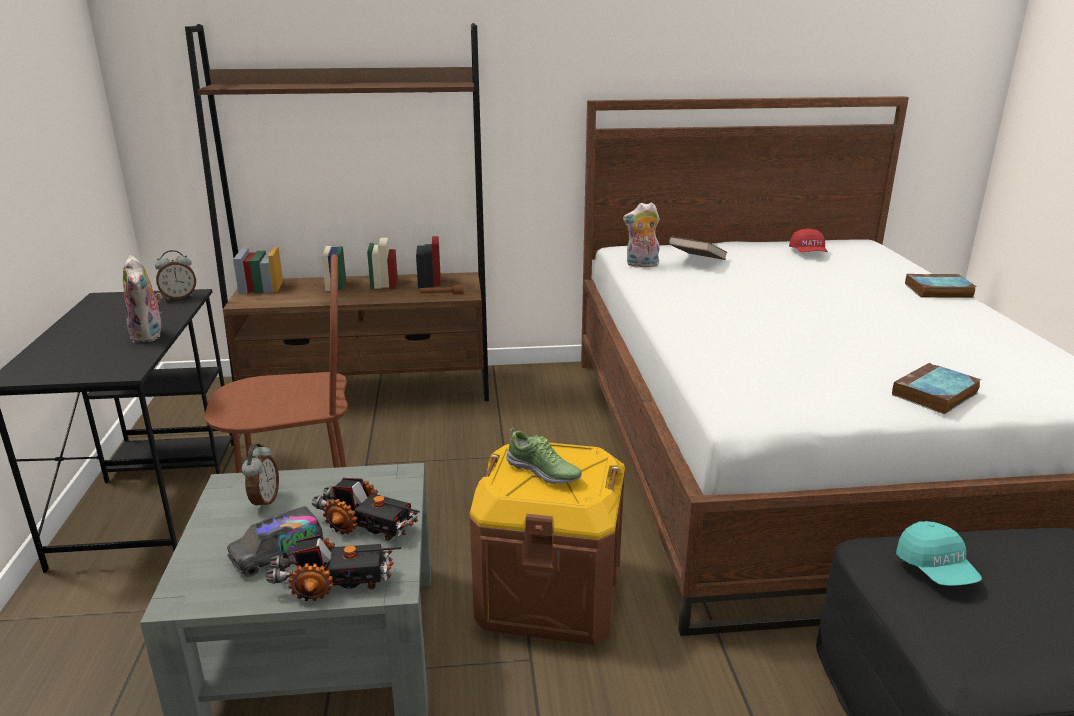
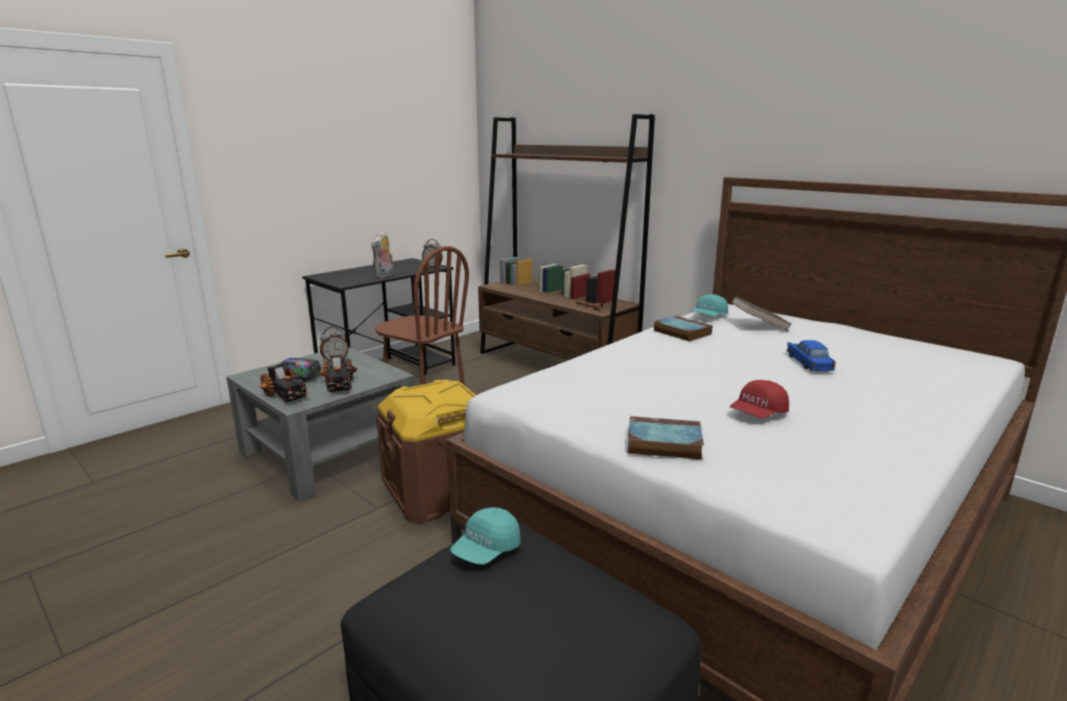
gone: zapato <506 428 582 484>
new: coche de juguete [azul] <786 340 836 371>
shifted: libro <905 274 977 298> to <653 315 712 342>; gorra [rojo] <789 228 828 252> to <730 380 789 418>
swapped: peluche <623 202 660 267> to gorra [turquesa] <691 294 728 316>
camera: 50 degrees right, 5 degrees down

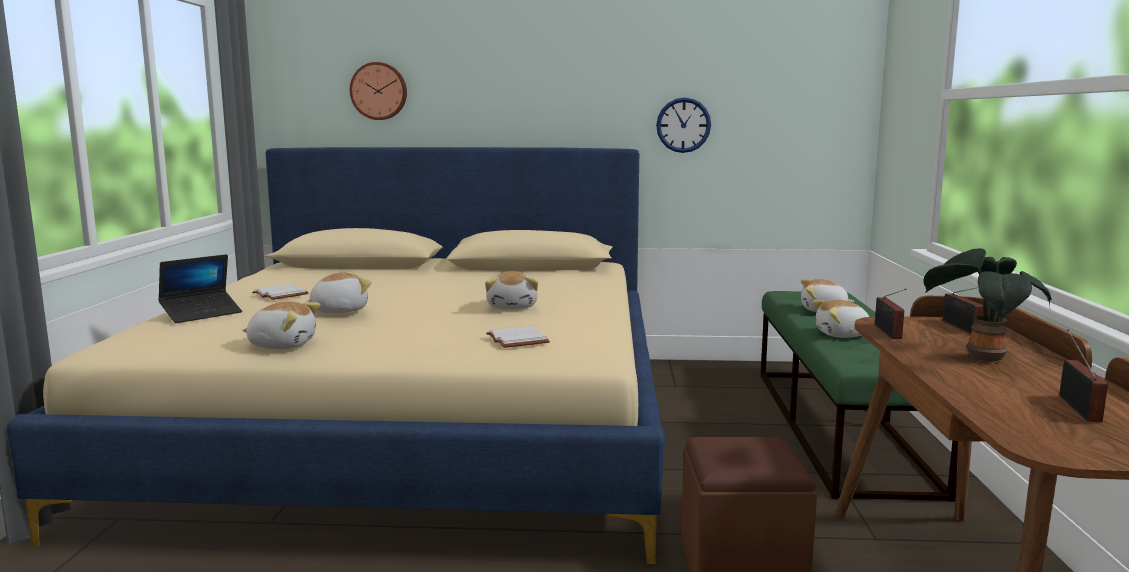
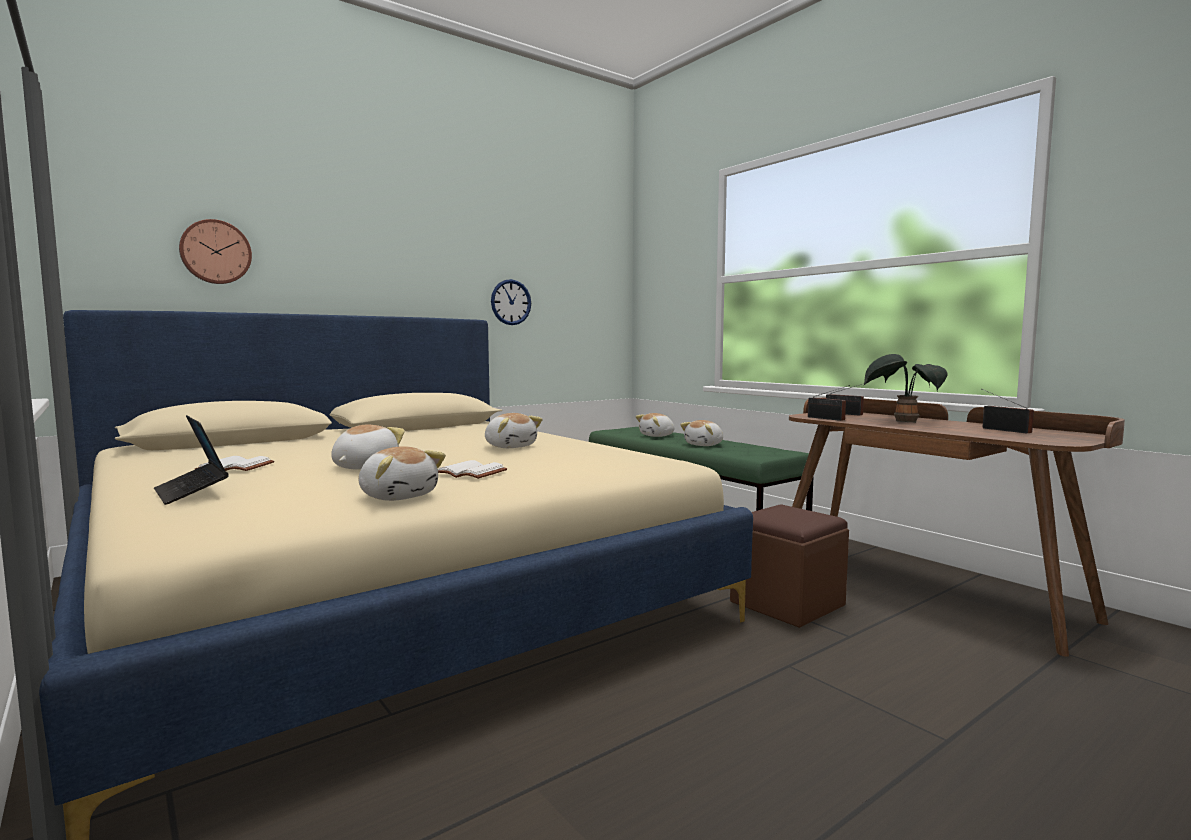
shifted: libro [blanco] <486 326 550 348> to <438 460 507 479>
rotated: portátil <158 254 242 323> = <154 415 229 505> 135 degrees clockwise; peluche <242 302 320 349> = <359 446 446 501> 75 degrees clockwise
camera: 40 degrees left, 5 degrees down

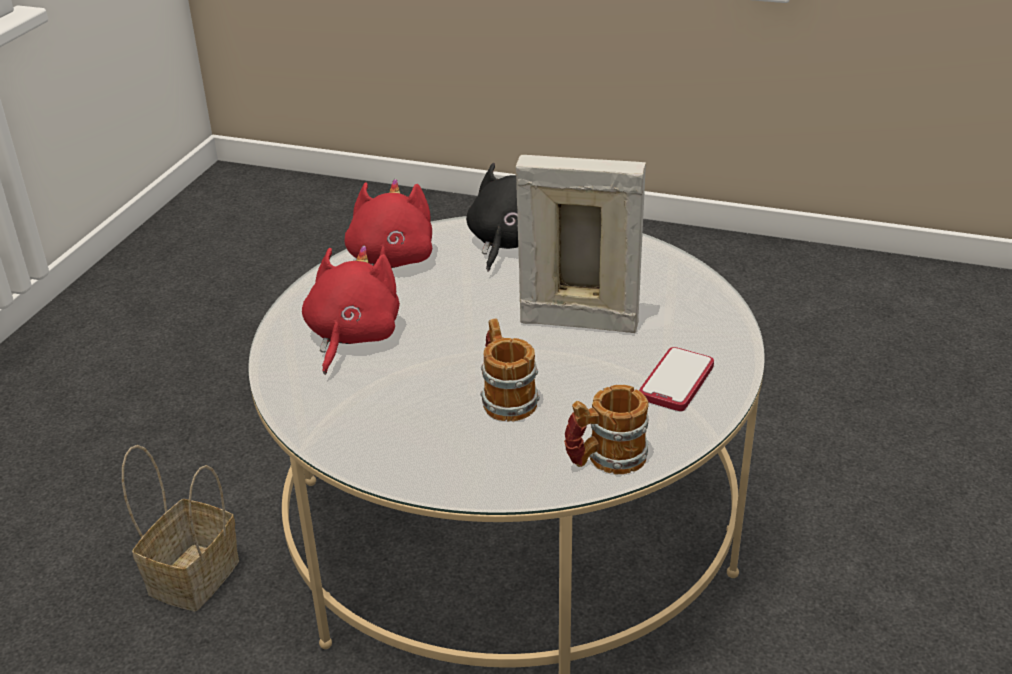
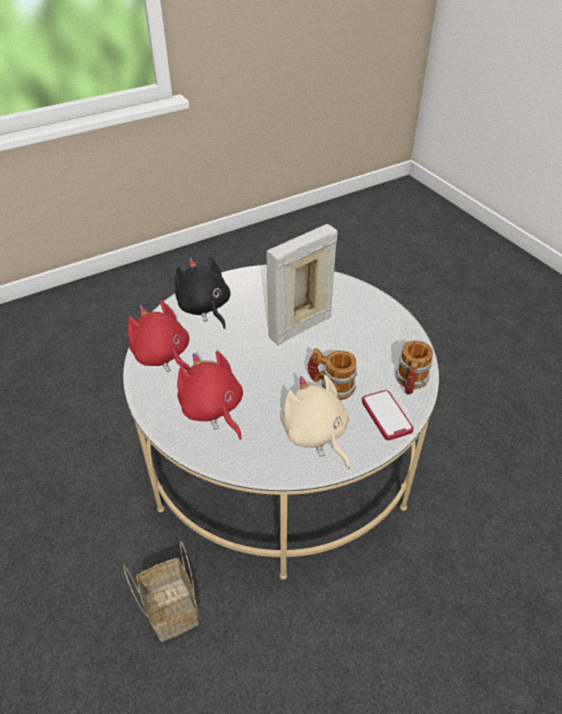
new: peluche [beis] <282 375 350 469>
shifted: móvil <639 347 714 411> to <362 390 414 440>
camera: 50 degrees left, 10 degrees up

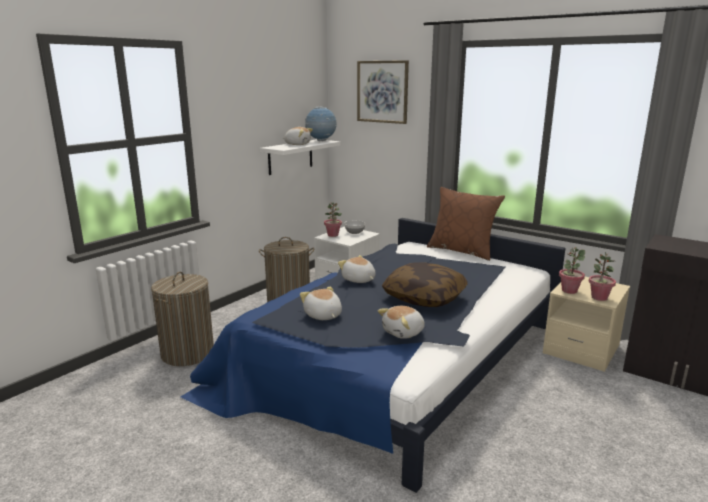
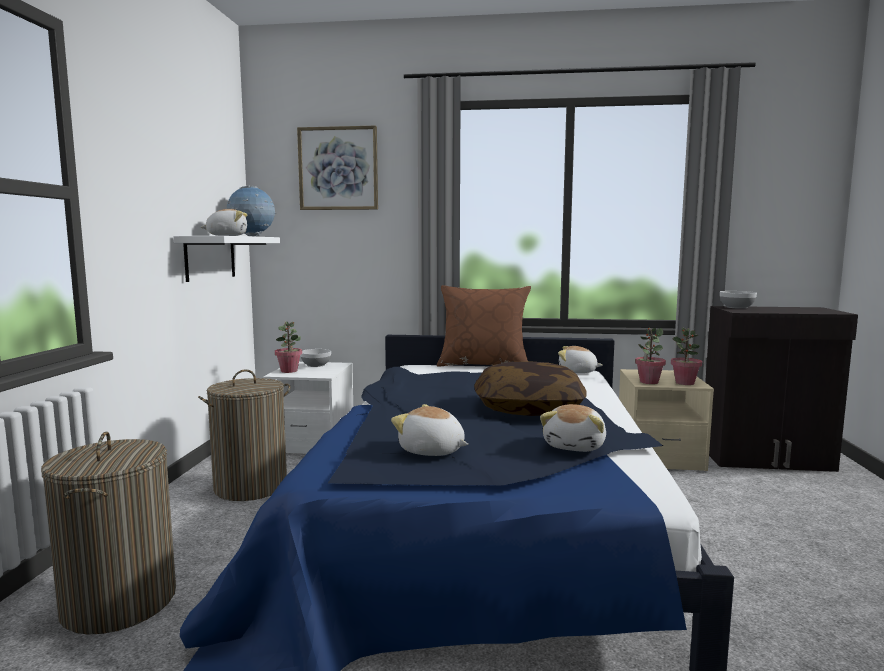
new: cuenco <720 291 757 309>
shifted: peluche <338 255 376 283> to <558 346 603 373>
camera: 30 degrees left, 10 degrees down

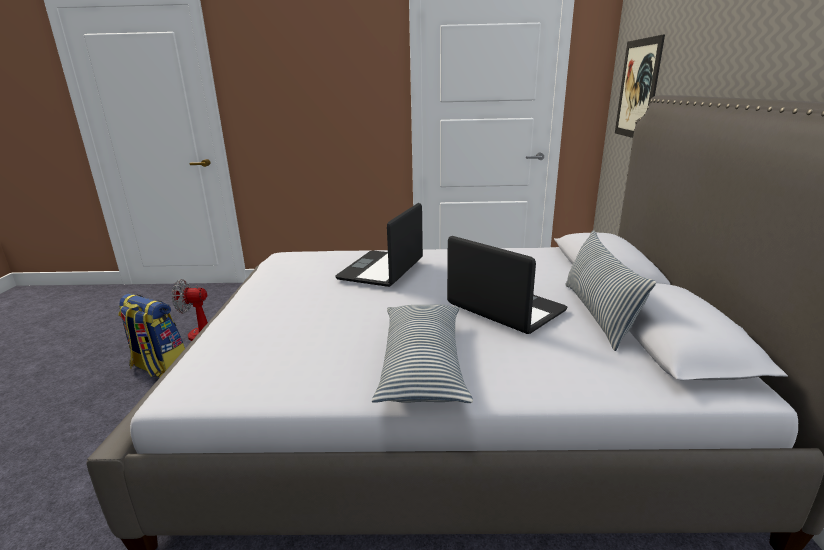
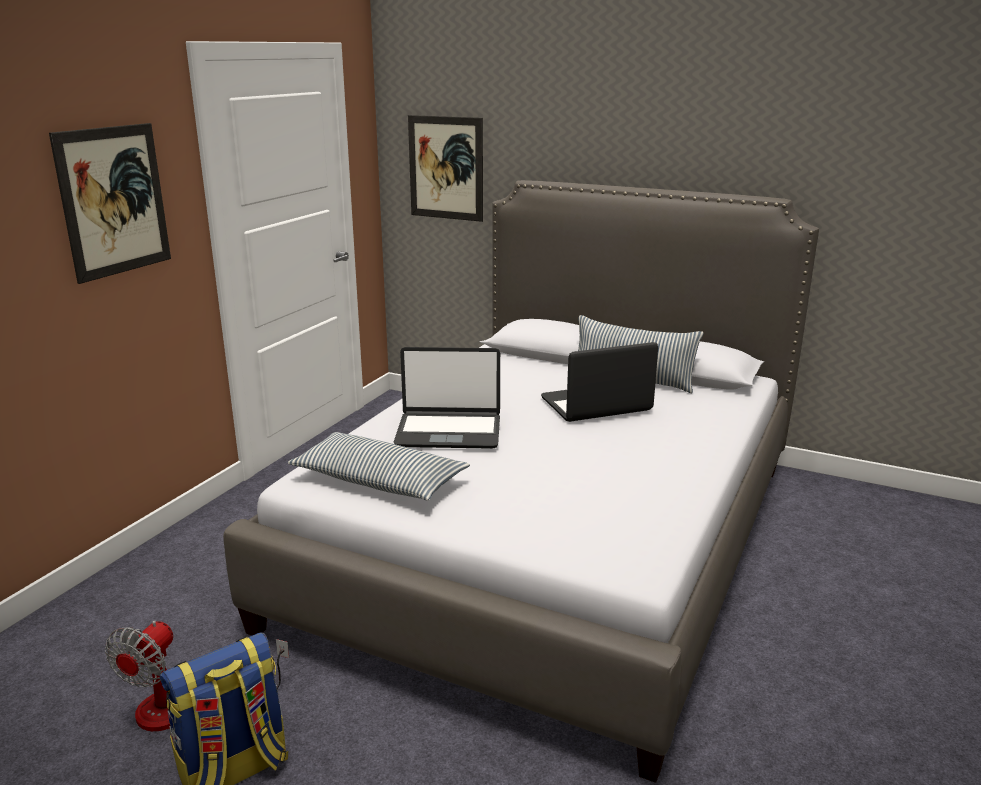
new: cuadro <49 123 171 284>
shifted: cojín <372 304 473 403> to <288 432 470 500>
rotated: portátil <335 203 423 287> = <394 347 500 449> 45 degrees counterclockwise
camera: 65 degrees left, 0 degrees up

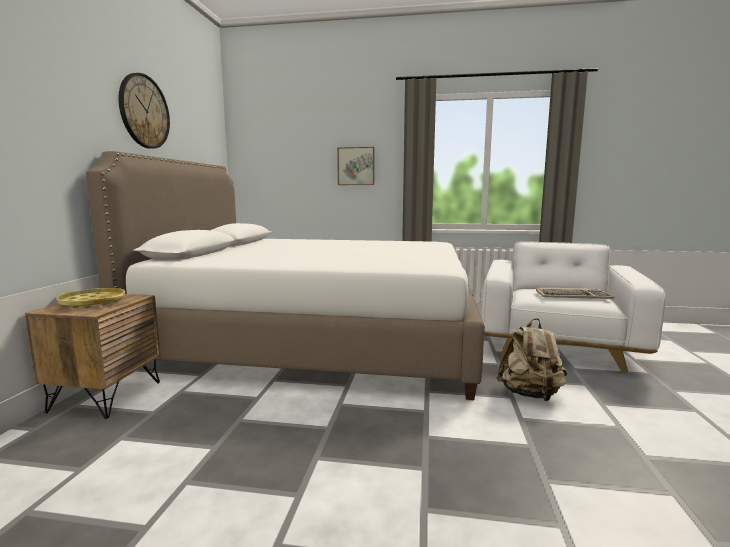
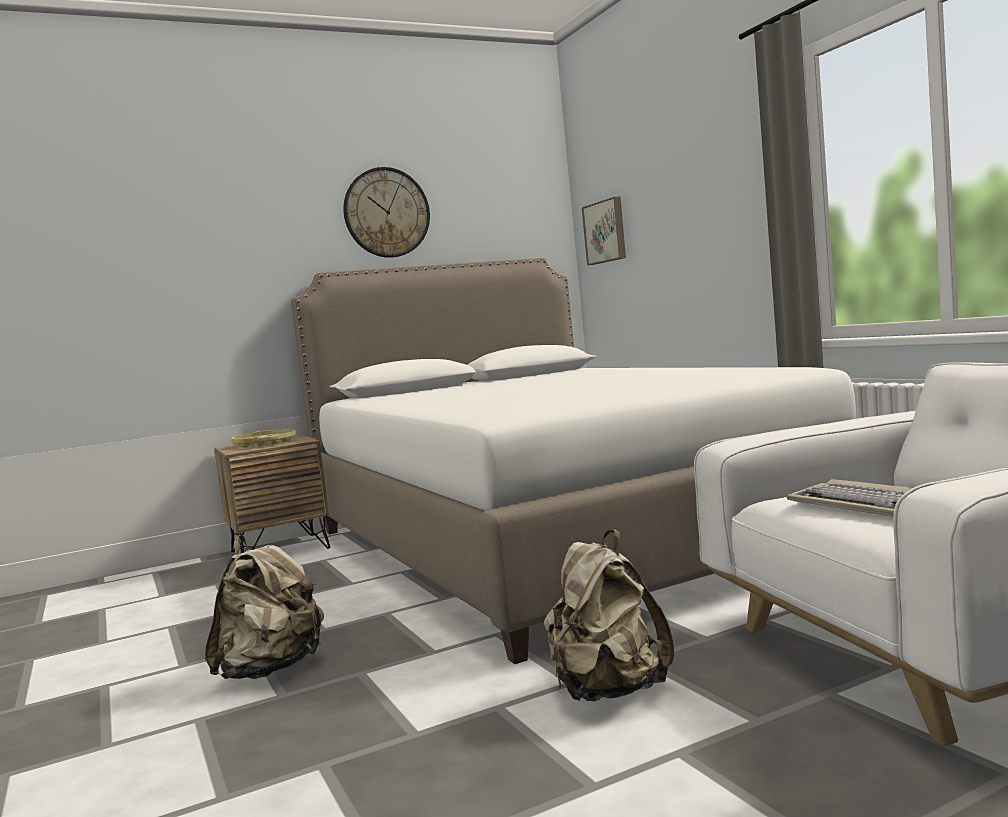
new: mochila [beis] <205 535 324 679>
shifted: cuadro <337 147 375 185> to <582 197 626 265>
camera: 55 degrees right, 5 degrees down

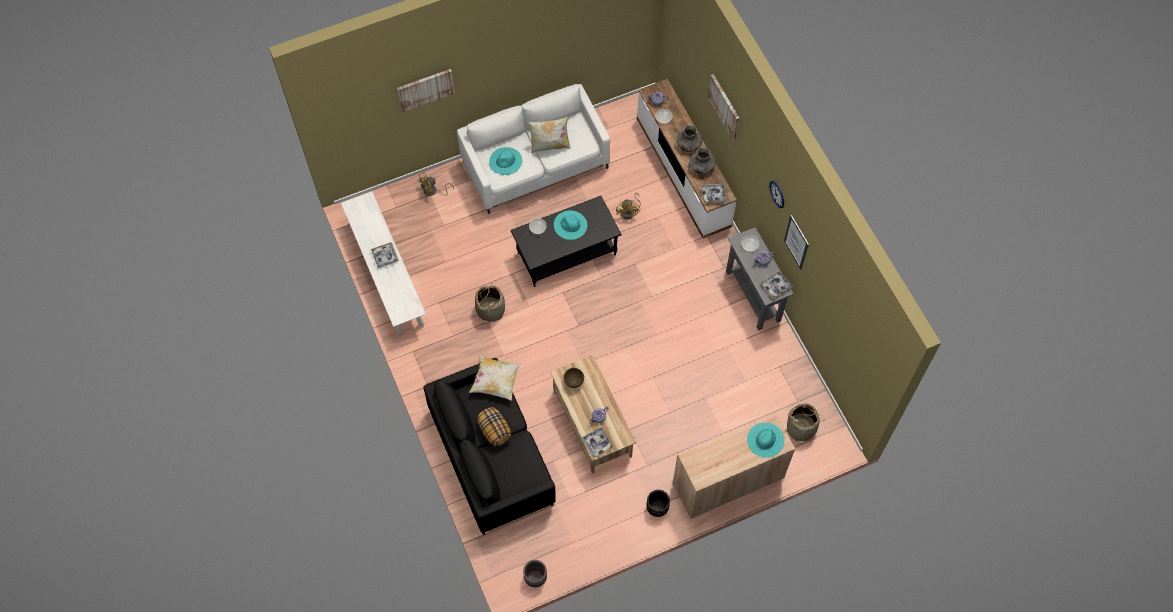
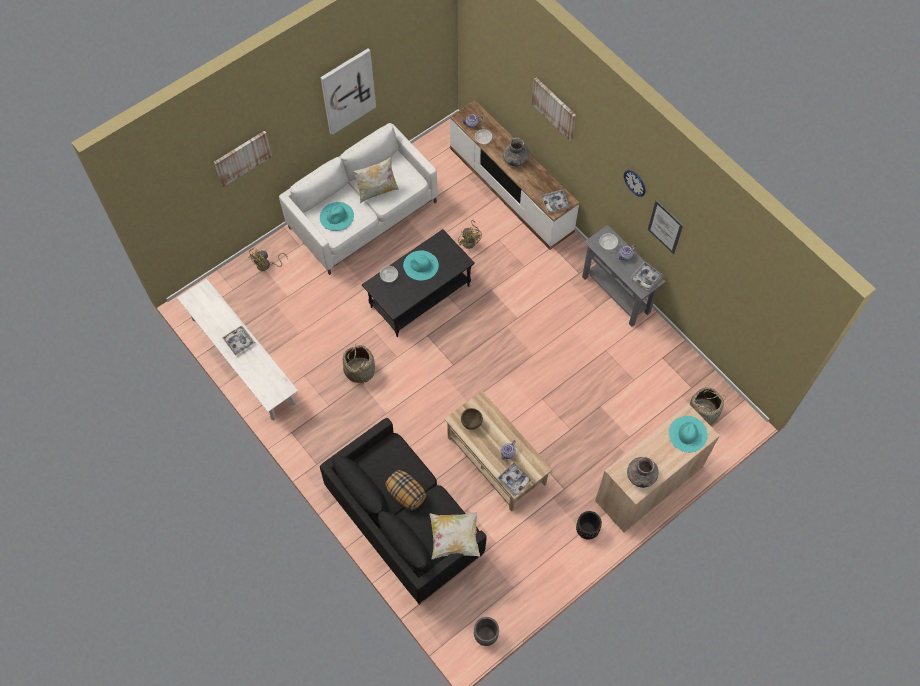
new: cuadro <320 48 376 135>
shifted: cojín <469 354 521 401> to <429 511 480 560>; florero [gris] <689 147 716 175> to <627 457 659 488>
camera: 15 degrees left, 0 degrees up

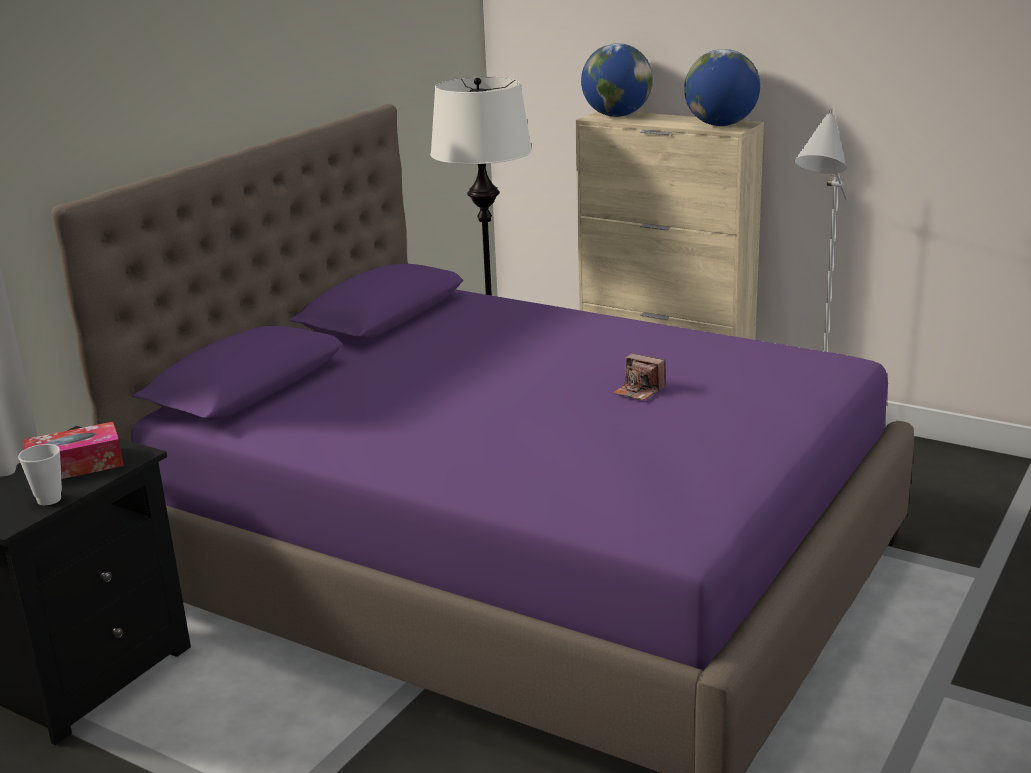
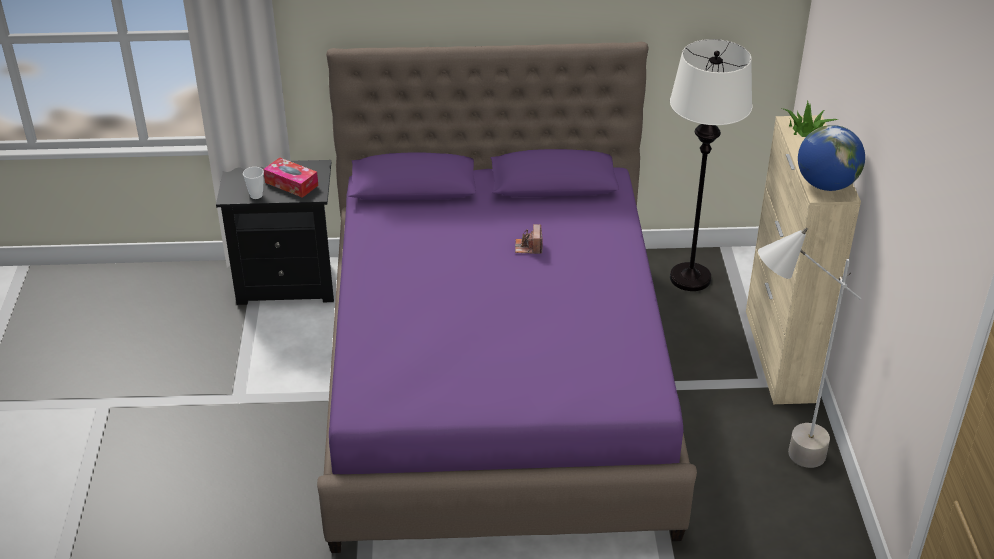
shifted: cámara <613 353 666 401> to <515 224 543 254>
swapped: globo terráqueo <581 43 653 117> to planta en maceta <782 100 839 137>
camera: 55 degrees right, 15 degrees up

